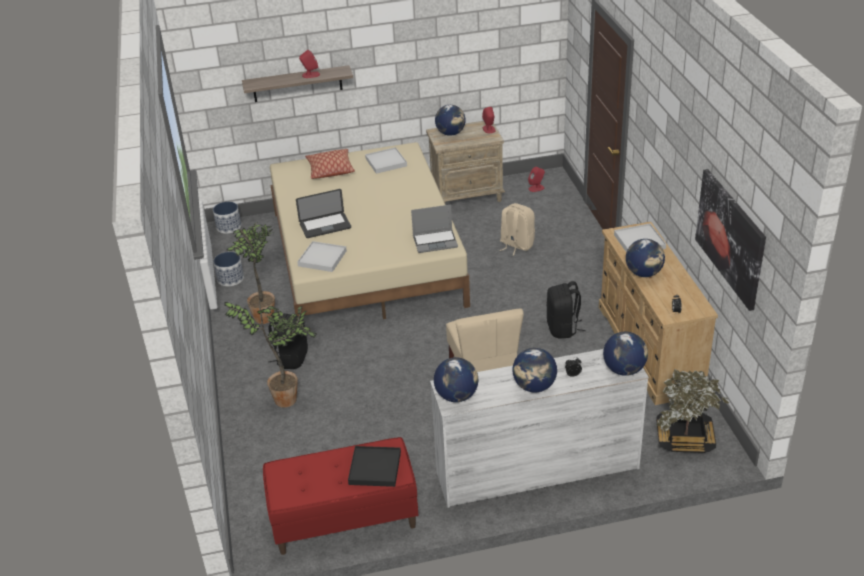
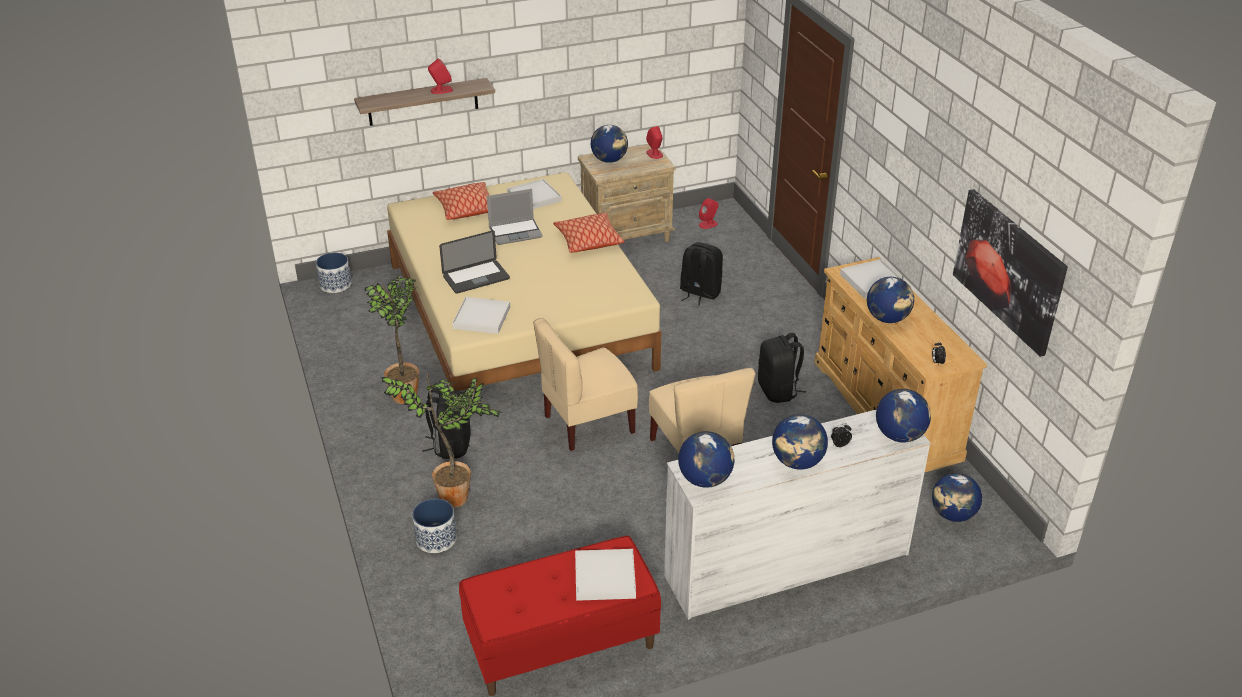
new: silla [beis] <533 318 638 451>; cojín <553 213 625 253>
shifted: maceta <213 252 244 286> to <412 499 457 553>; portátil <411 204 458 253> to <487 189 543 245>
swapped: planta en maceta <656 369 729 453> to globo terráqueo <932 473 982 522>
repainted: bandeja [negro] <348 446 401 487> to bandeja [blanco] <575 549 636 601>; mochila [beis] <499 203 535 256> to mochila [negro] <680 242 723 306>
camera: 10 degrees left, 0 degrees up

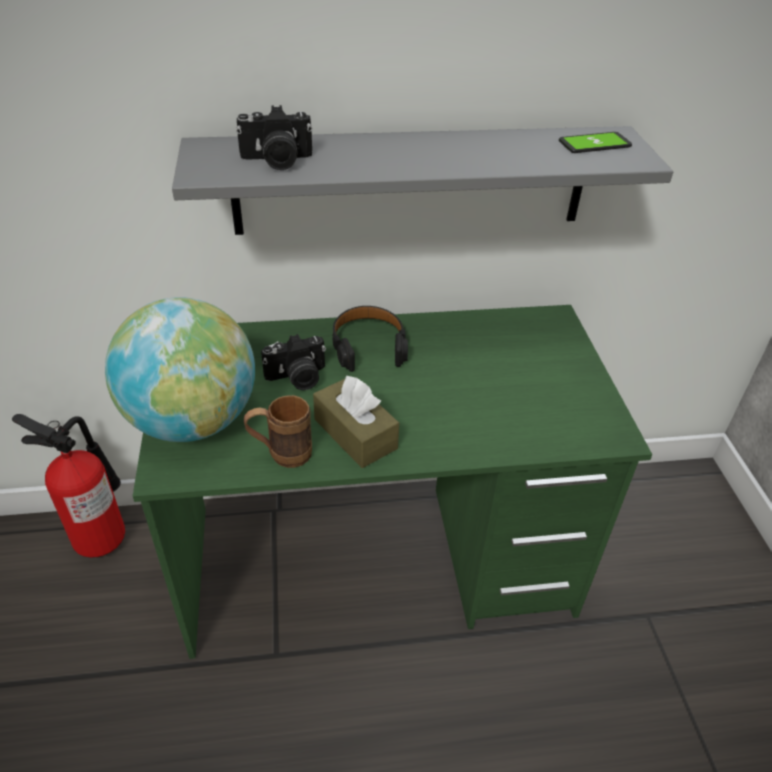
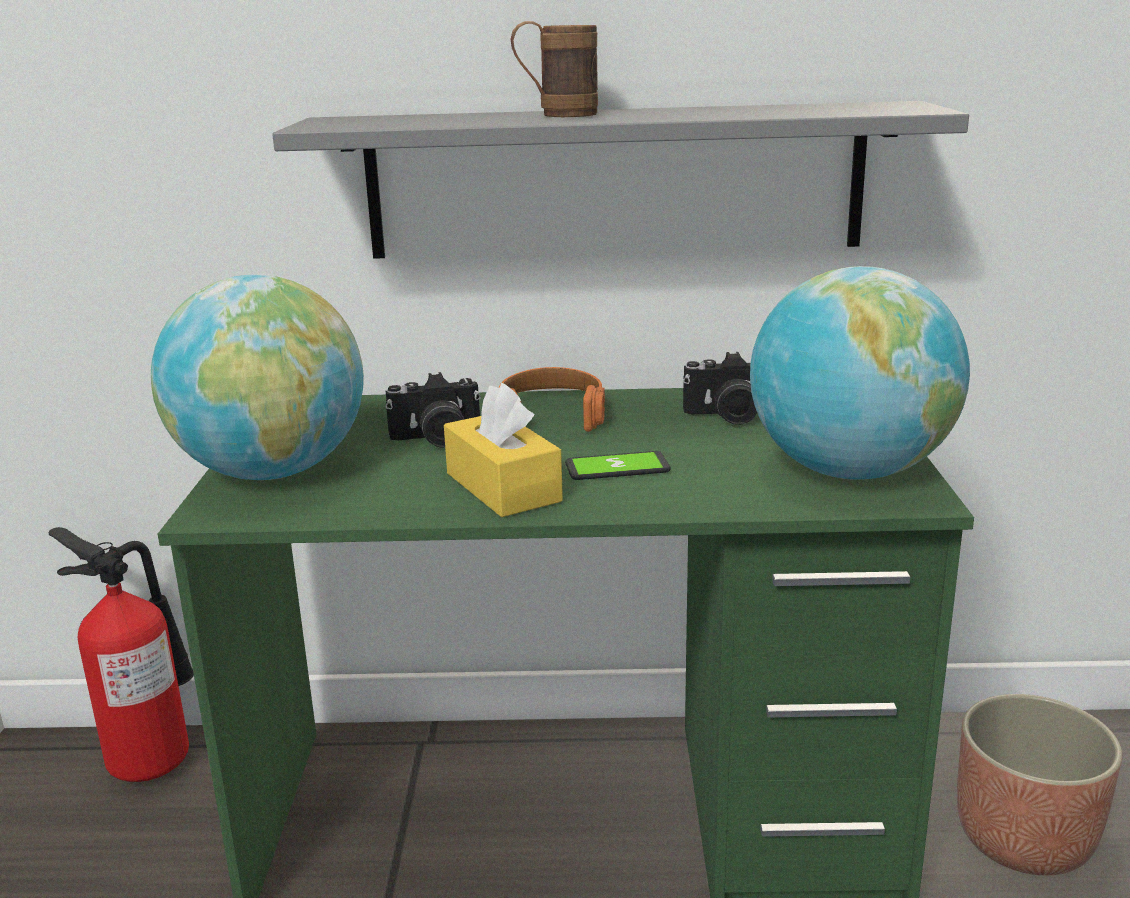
new: globo terráqueo <750 266 970 480>; maceta <957 694 1123 875>
shifted: taza grande [marrón] <244 395 312 468> to <510 21 598 117>; móvil <559 132 632 153> to <565 451 671 480>; cámara <236 105 312 170> to <683 352 757 425>
repainted: caja de pañuelos [marrón] <313 375 399 468> to caja de pañuelos [amarillo] <444 383 563 517>; auriculares [negro] <332 306 408 372> to auriculares [naranja] <499 367 605 432>
camera: 10 degrees right, 20 degrees down

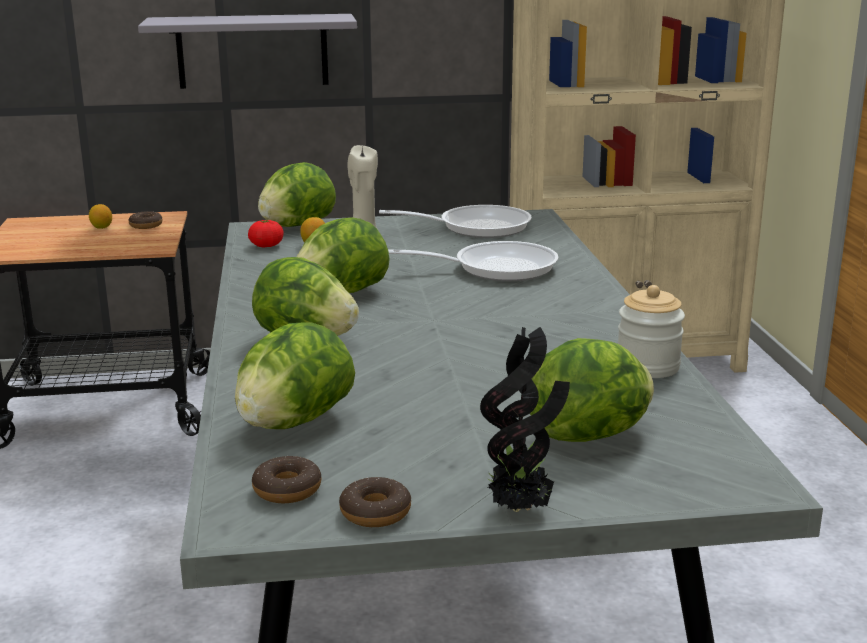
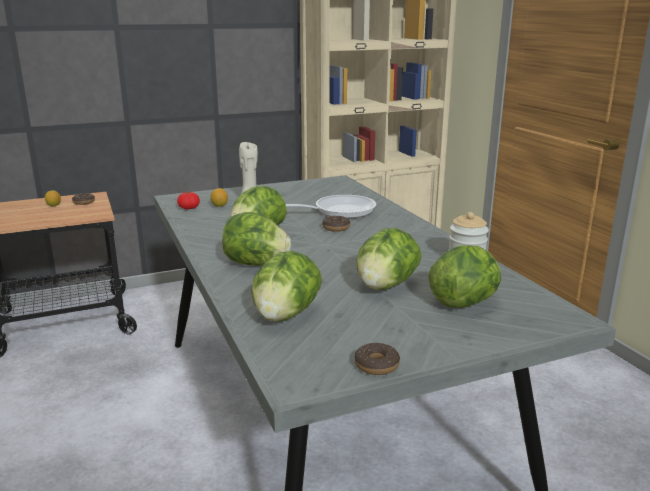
gone: estante [gris] <138 14 357 89>; sartén <379 205 532 238>; planta en maceta <480 327 570 512>
shifted: rosquilla <252 456 321 503> to <322 216 350 232>; lechuga <258 162 336 227> to <356 228 422 290>
camera: 15 degrees left, 0 degrees up

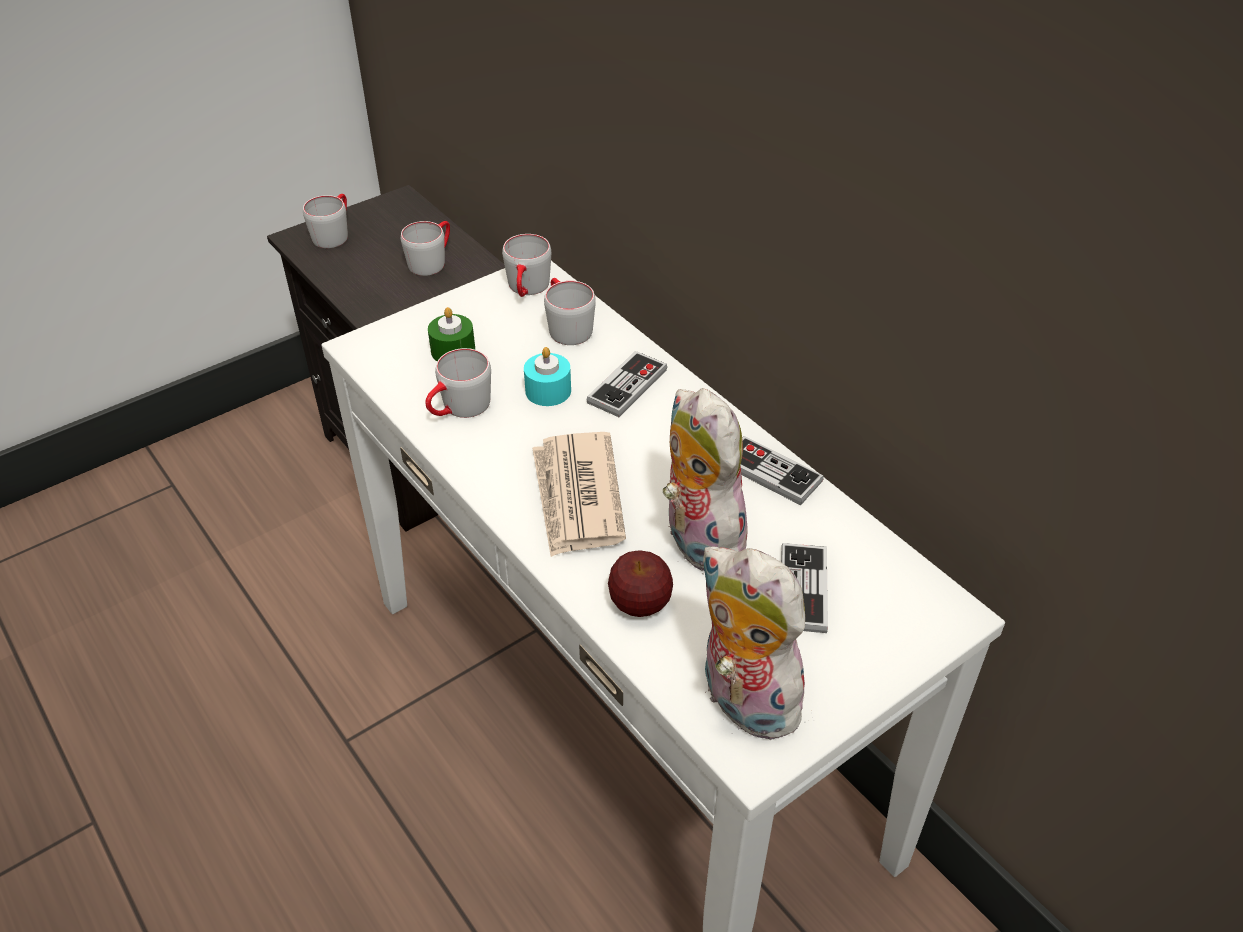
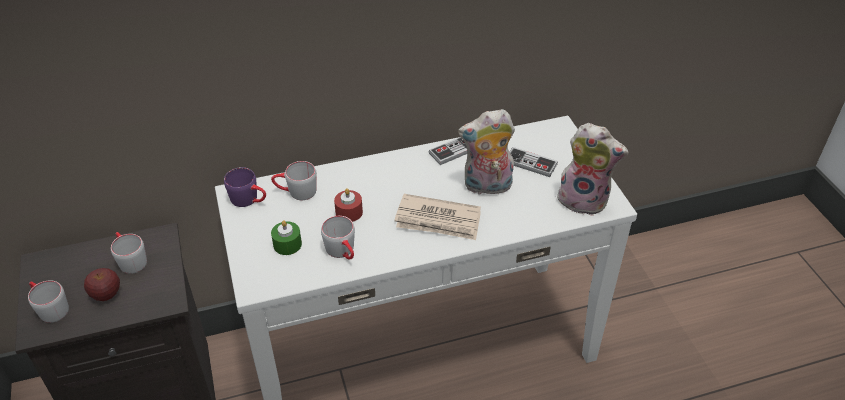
gone: mando de consola <587 351 667 417>
shifted: manzana <608 550 673 617> to <84 268 120 301>
repainted: taza grande [gris] <502 234 551 297> to taza grande [morado] <224 167 266 207>; vela [turquesa] <524 347 571 406> to vela [rojo] <334 188 363 222>
rotated: peluche <701 546 814 740> = <557 123 629 216> 135 degrees counterclockwise
camera: 70 degrees left, 0 degrees up

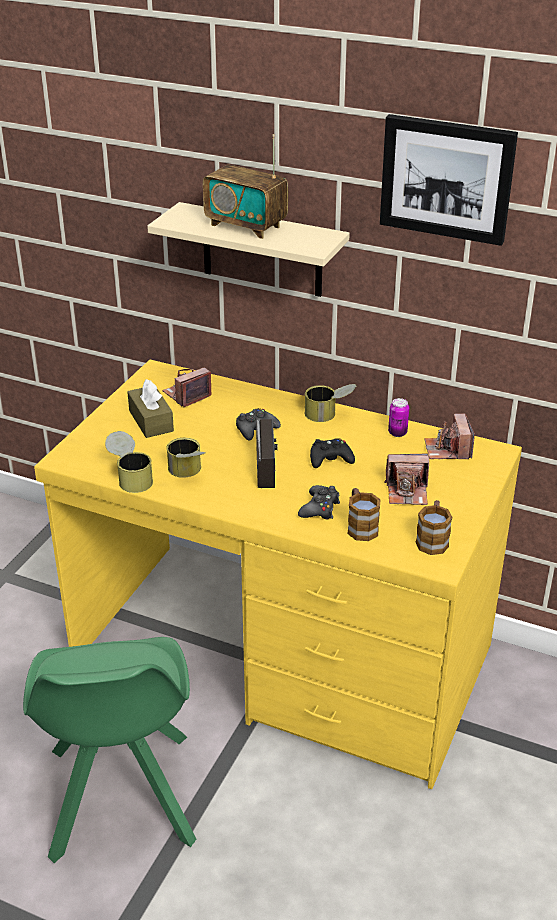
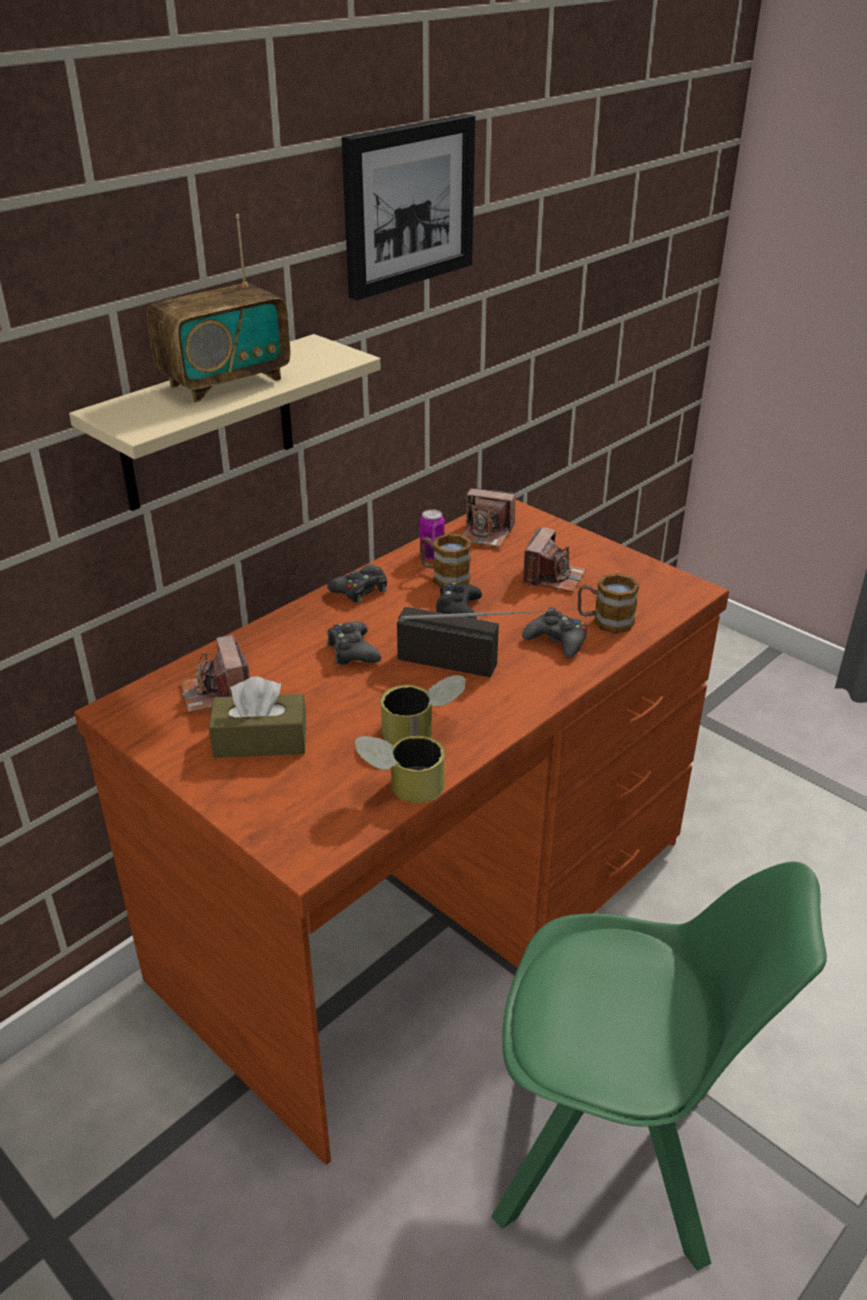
shifted: taza grande <416 500 452 555> to <420 534 471 587>
swapped: lata <305 384 356 422> to mando de consola [negro] <327 564 387 603>
repainted: escritorio [amarillo] <34 360 522 789> to escritorio [marrón] <74 499 729 1165>
camera: 70 degrees left, 0 degrees up

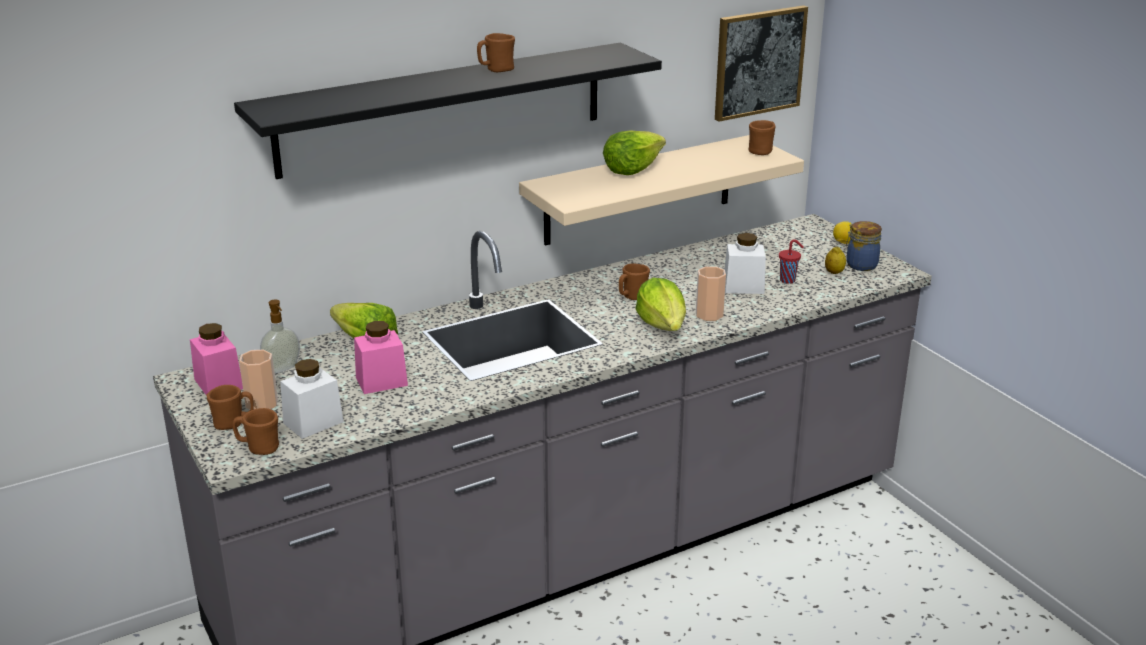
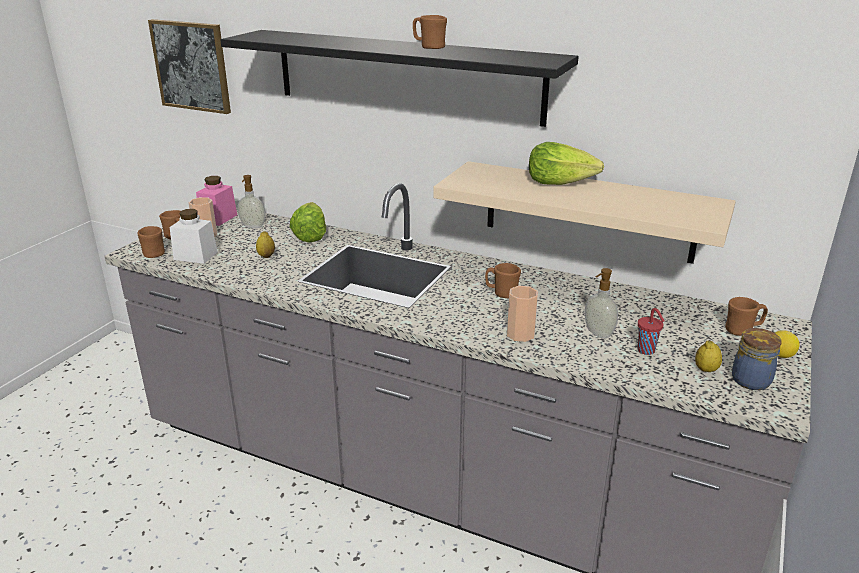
gone: lechuga <635 278 686 331>
shifted: cuadro <715 5 808 122> to <148 19 231 114>; taza grande [marrón] <748 120 776 155> to <725 297 768 336>
swapped: tarro [rosa] <354 321 408 394> to limón <256 231 275 258>; tarro [blanco] <724 233 766 294> to dispensador de jabón <585 268 618 338>
camera: 55 degrees right, 0 degrees up

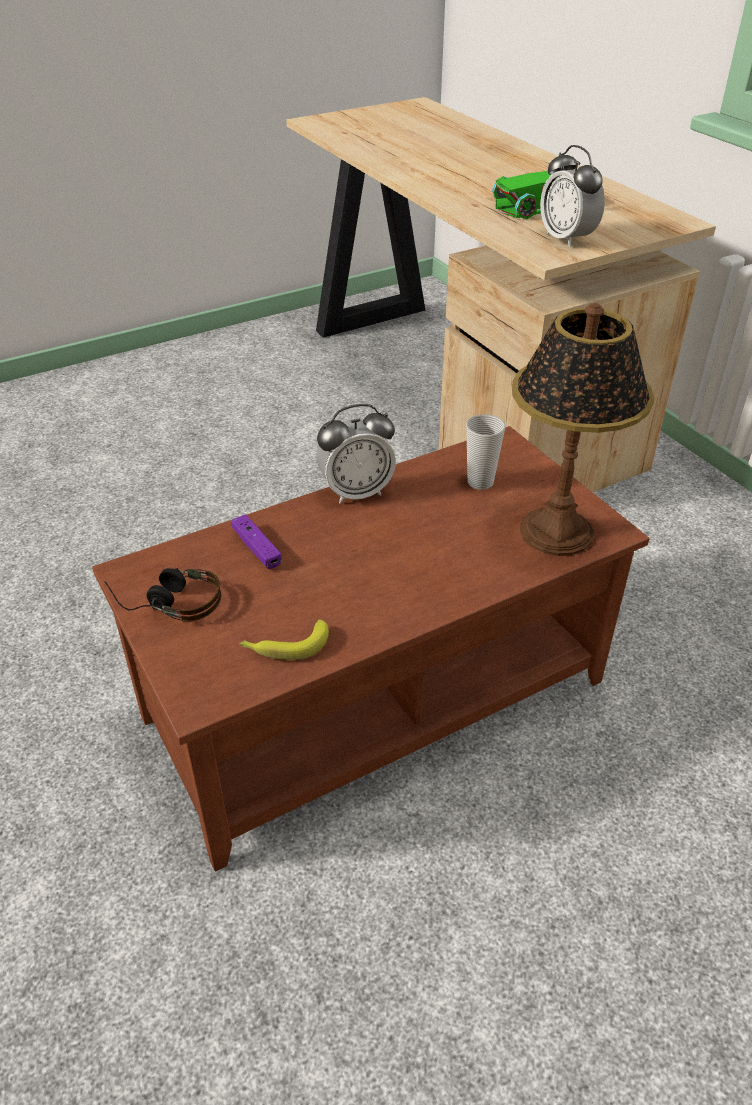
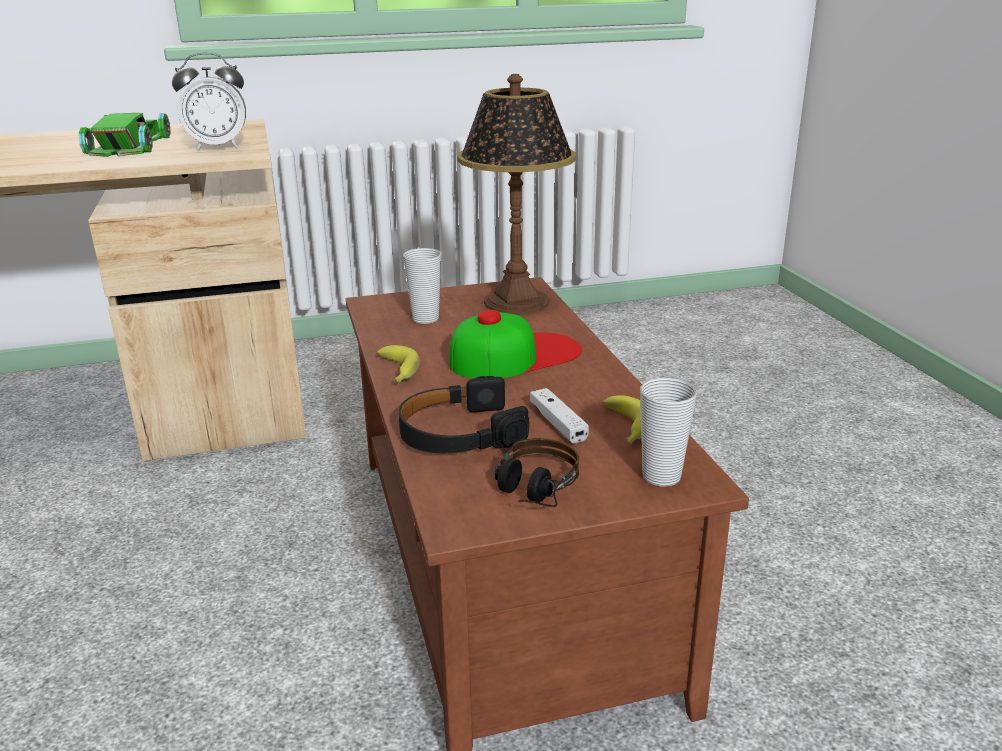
new: gorra <449 310 582 378>; mando de consola [blanco] <530 388 589 444>; taza <640 377 697 486>
swapped: despertador <317 404 396 504> to plátano <377 345 420 383>; mando de consola [morado] <231 514 282 569> to auriculares [negro] <398 376 529 453>
camera: 75 degrees left, 15 degrees down

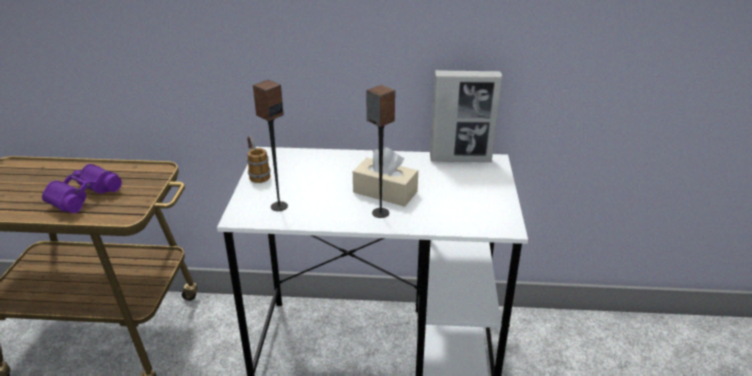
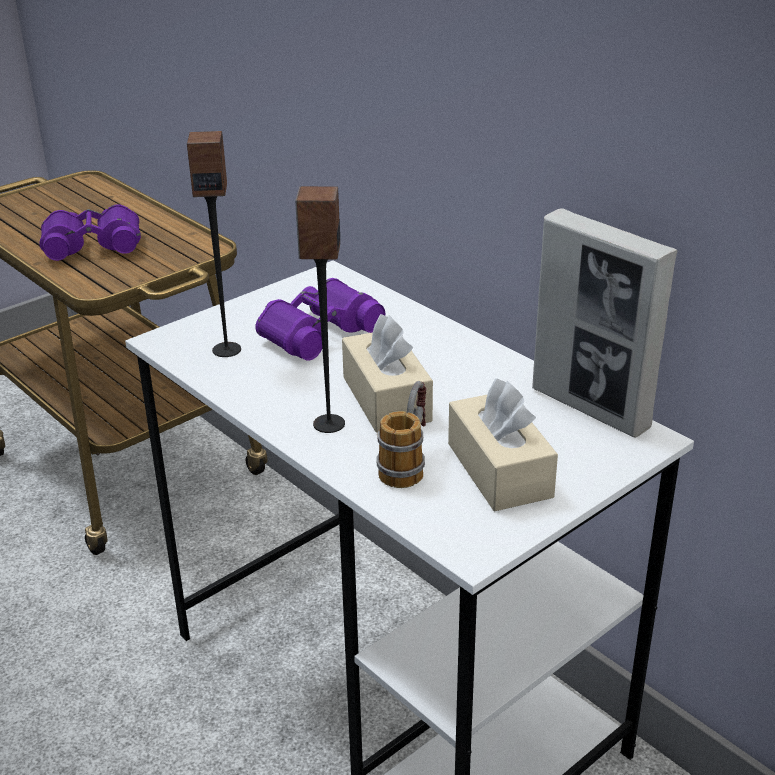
new: prismáticos [morado] <255 278 385 361>; caja de pañuelos [beis] <448 378 558 511>
shifted: taza grande <247 135 271 183> to <377 381 426 488>
camera: 45 degrees right, 0 degrees up

